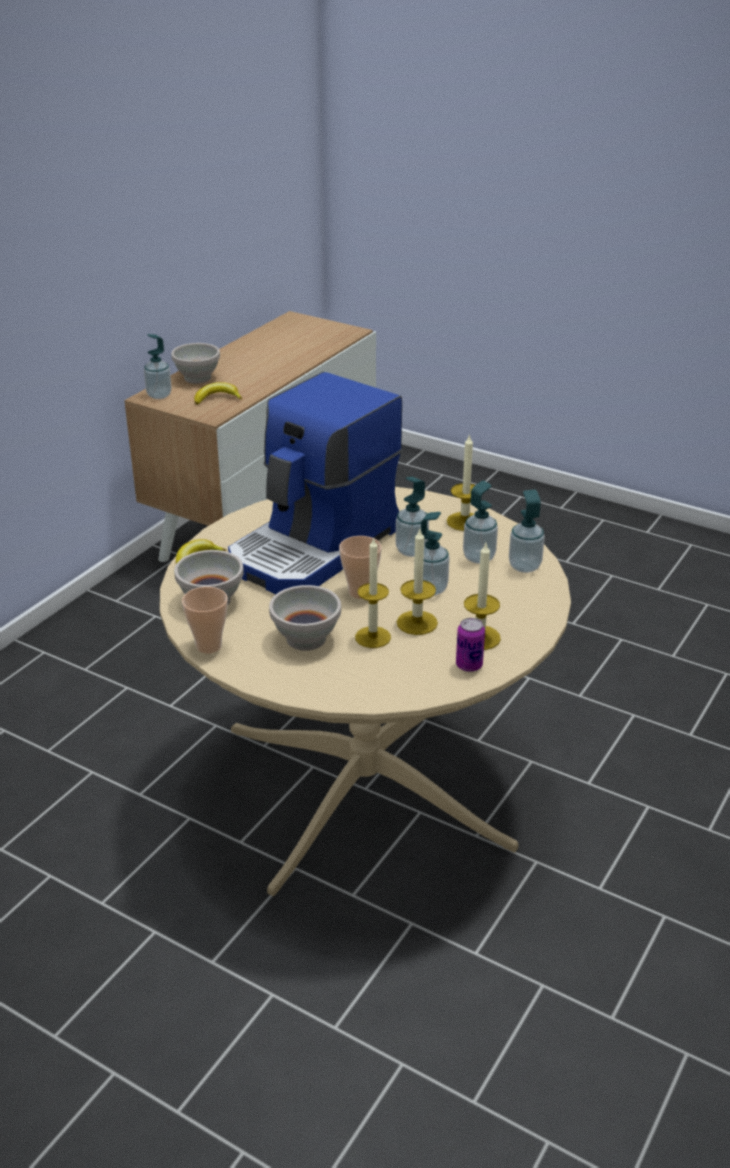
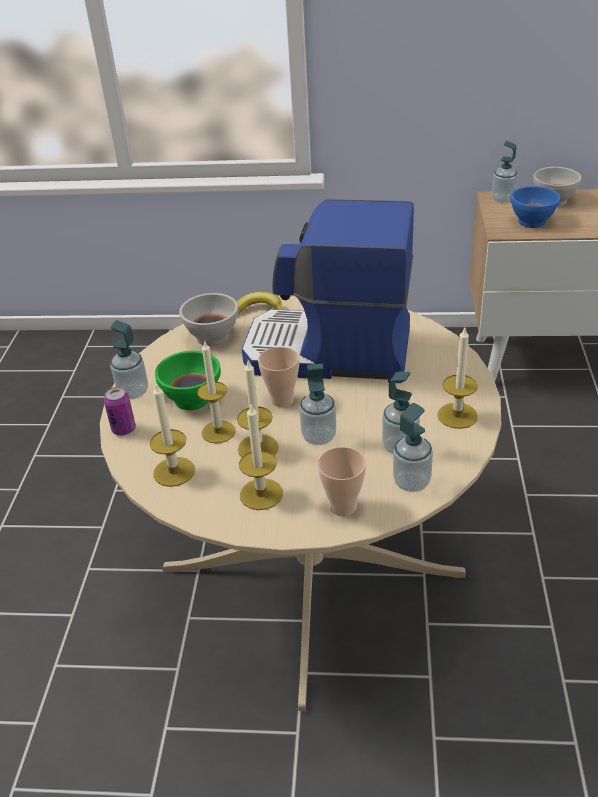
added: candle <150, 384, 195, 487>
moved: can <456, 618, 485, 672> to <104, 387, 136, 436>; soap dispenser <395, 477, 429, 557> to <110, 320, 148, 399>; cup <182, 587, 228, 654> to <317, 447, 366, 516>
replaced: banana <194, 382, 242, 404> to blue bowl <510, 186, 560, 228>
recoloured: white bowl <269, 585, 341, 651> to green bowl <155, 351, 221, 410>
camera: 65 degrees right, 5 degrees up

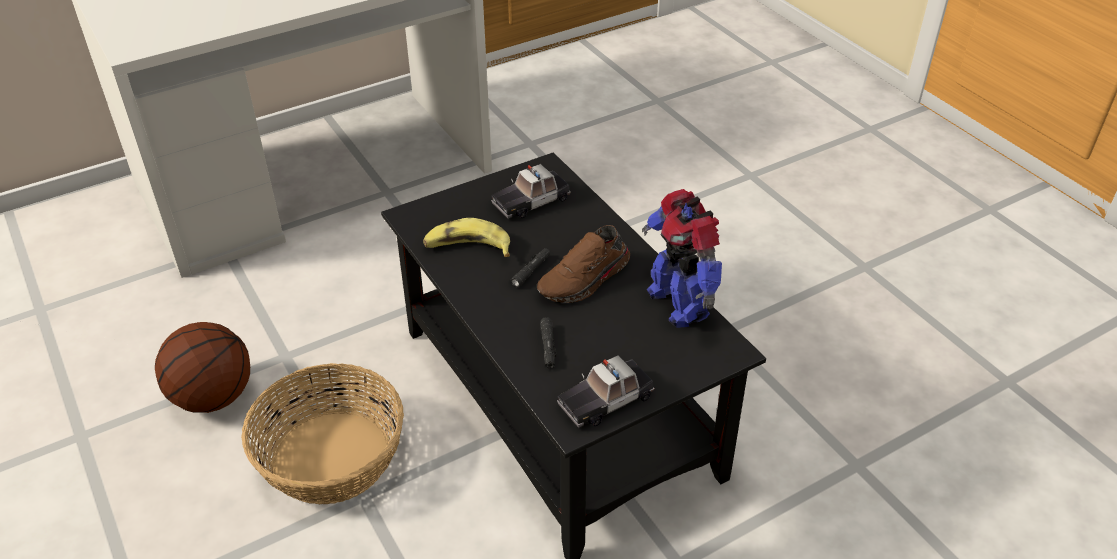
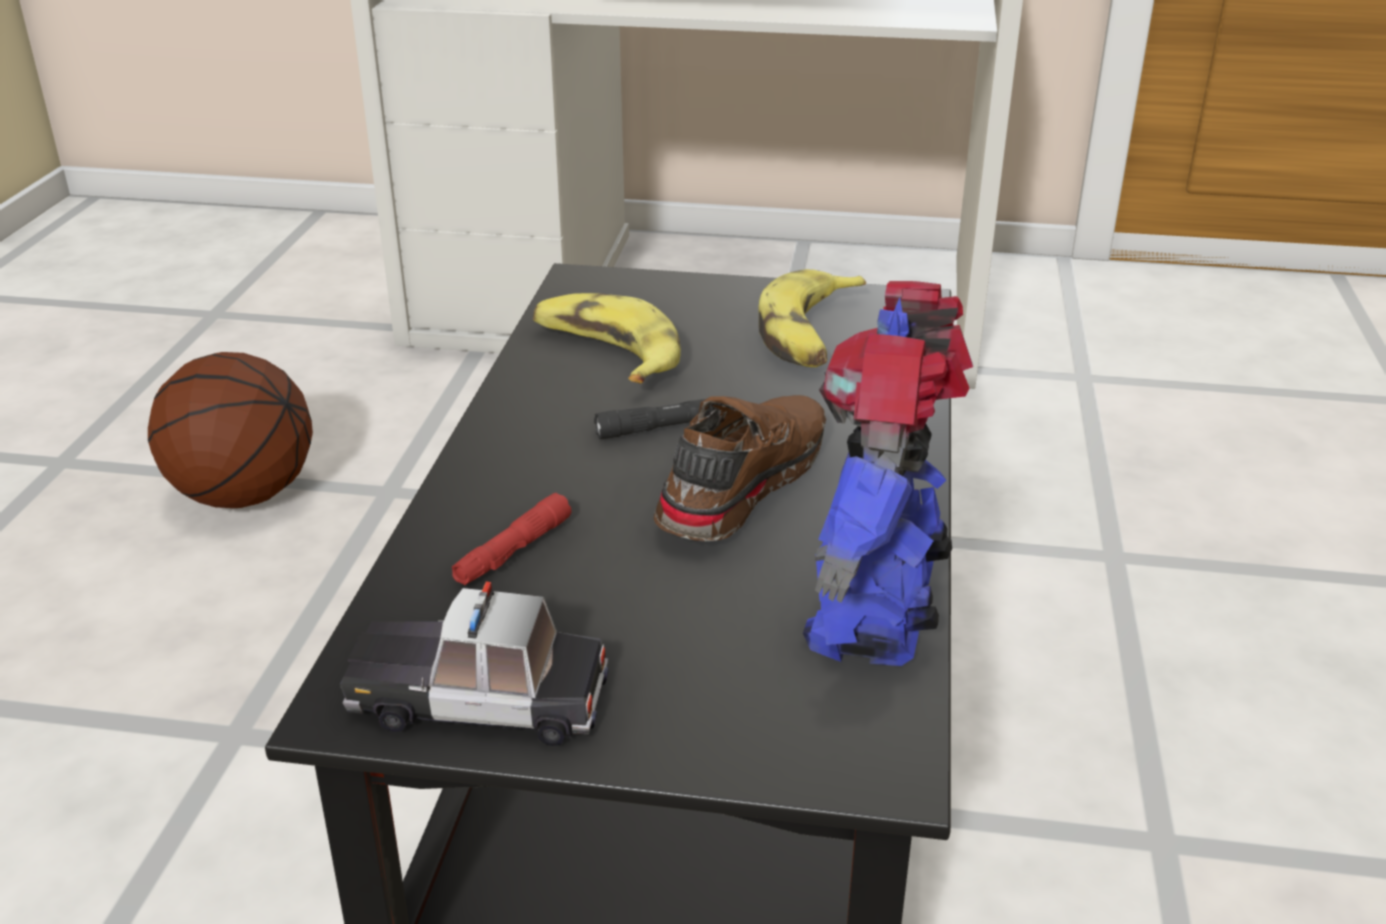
removed: basket <241, 363, 404, 504>
replaced: toy car <491, 164, 571, 219> to banana <759, 269, 866, 367>
recoloured: black flashlight <540, 317, 557, 368> to red flashlight <452, 493, 571, 585>
turned: brown shoe <537, 225, 630, 303> = <654, 395, 826, 541> 120 degrees clockwise
camera: 40 degrees right, 10 degrees down

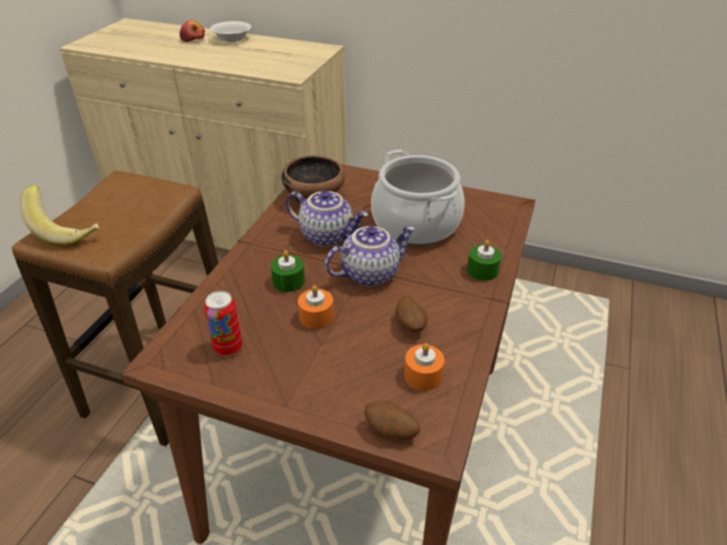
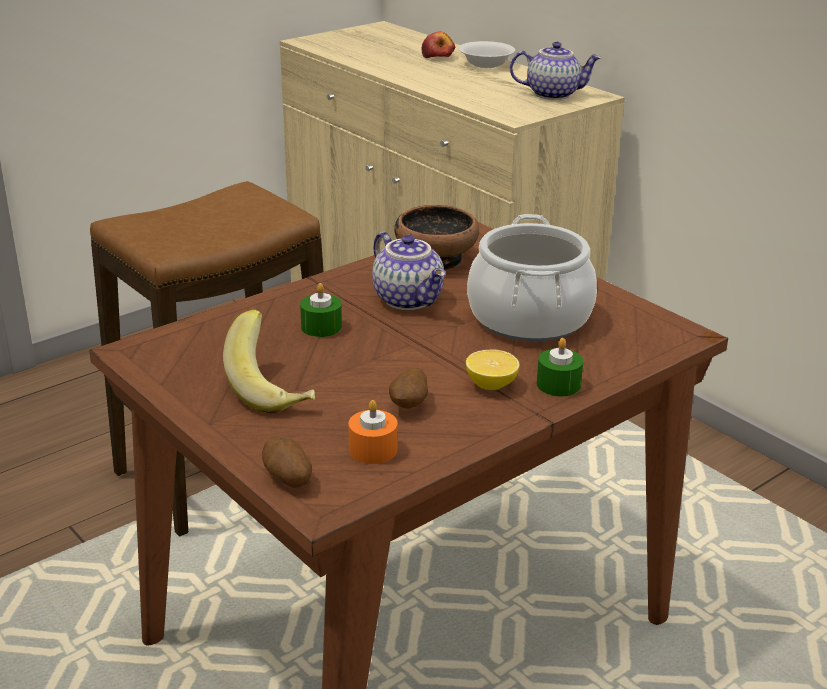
removed: can <204, 291, 242, 356>; orange candle <298, 285, 334, 329>
added: lemon <466, 350, 520, 390>
moved: banana <20, 185, 100, 247> to <223, 310, 315, 413>; teapot <325, 226, 415, 287> to <510, 42, 601, 100>
camera: 30 degrees right, 10 degrees down

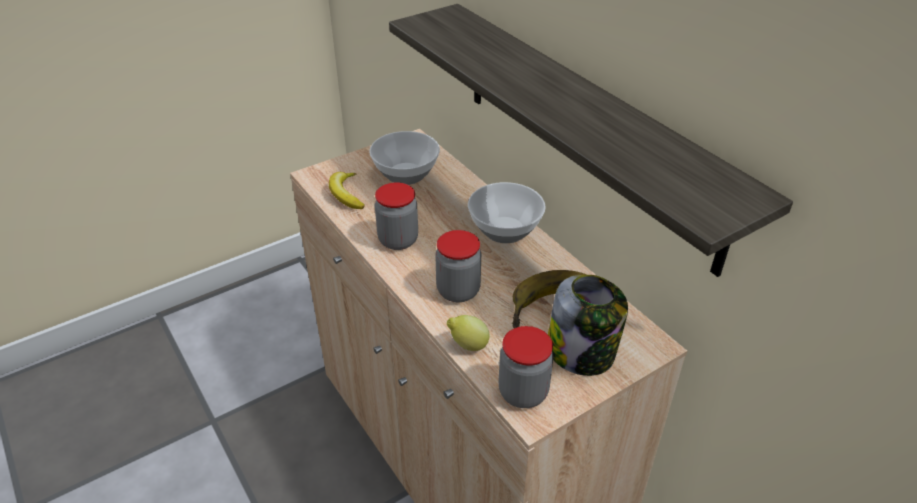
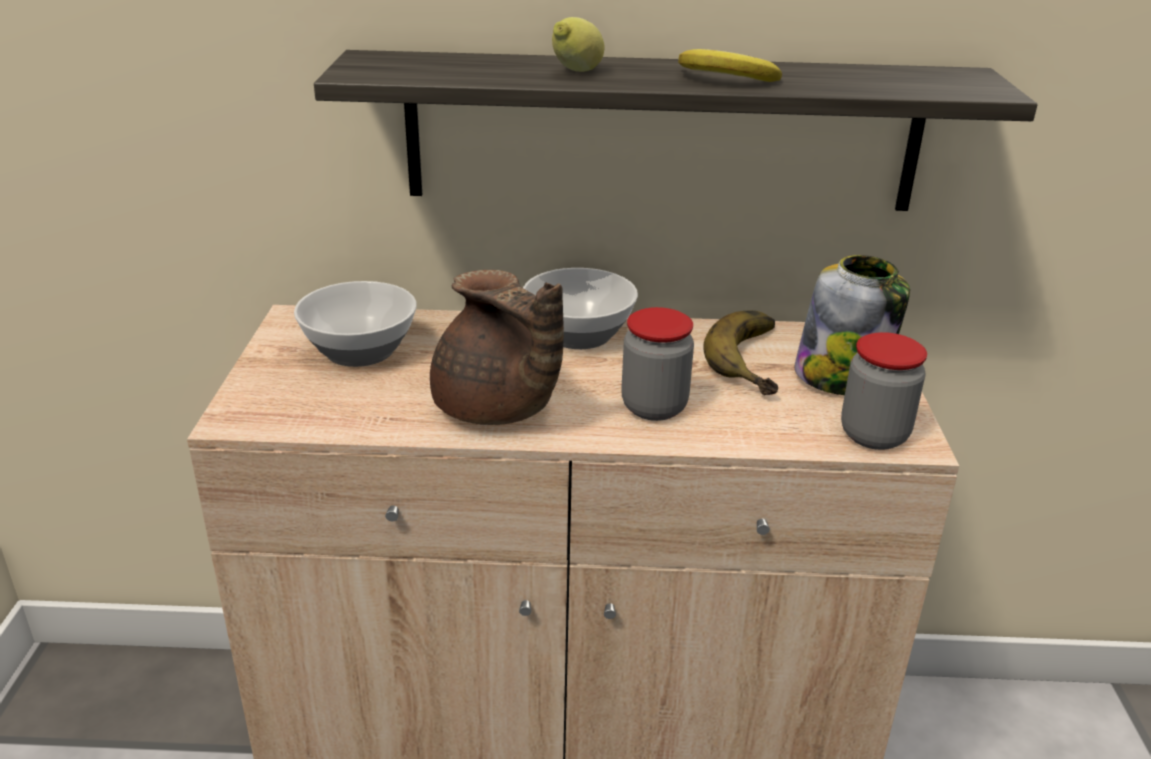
moved: lemon <447, 315, 490, 351> to <552, 17, 605, 72>; banana <329, 172, 364, 209> to <678, 49, 782, 82>
replaced: jar <375, 182, 418, 250> to brown teapot <430, 270, 564, 425>
camera: 55 degrees left, 10 degrees down

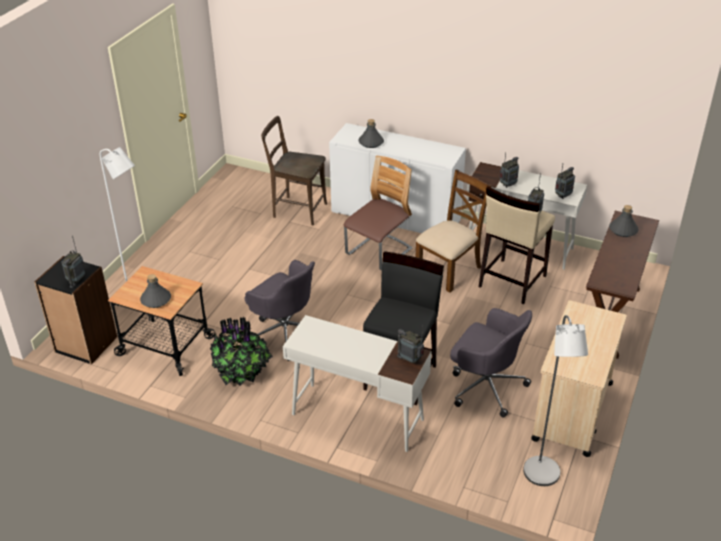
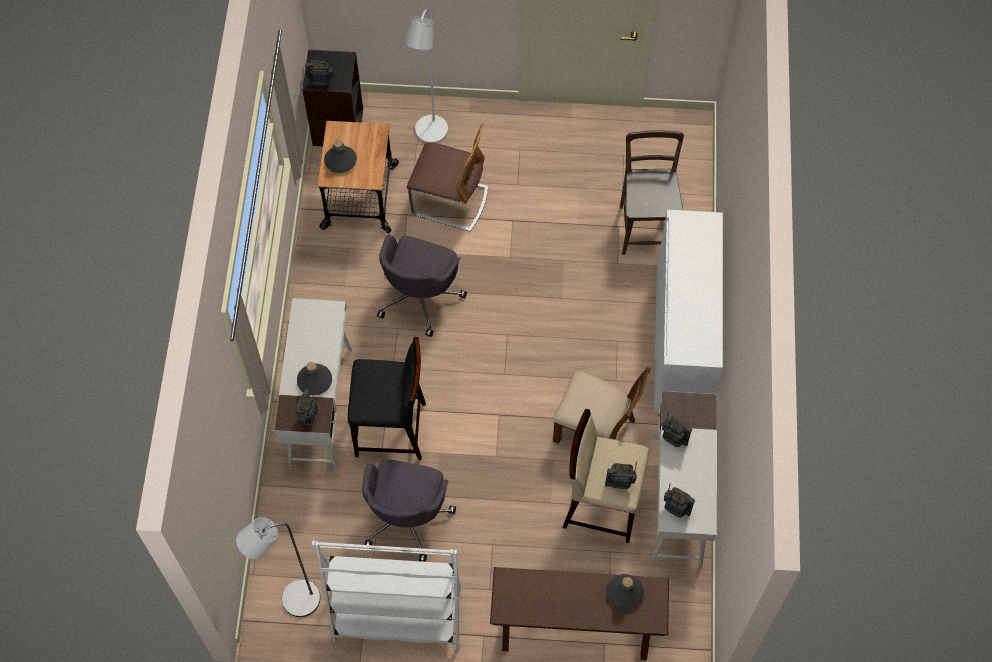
removed: potted plant <210, 317, 273, 386>
moved: grey bottle <358, 119, 384, 148> to <297, 362, 332, 396>; chair <344, 156, 413, 270> to <407, 123, 489, 232>
replaced: beige cart <531, 300, 627, 457> to white bookcase <312, 541, 461, 650>
camera: 70 degrees right, 25 degrees up

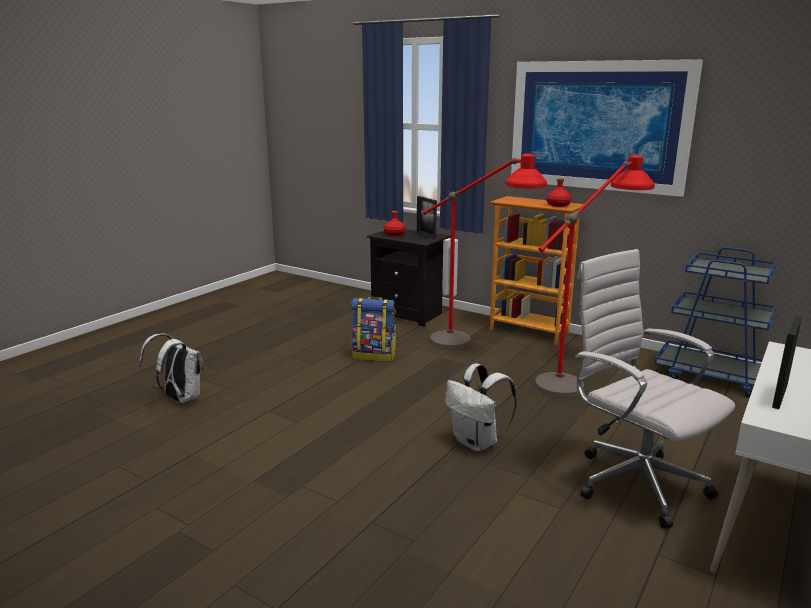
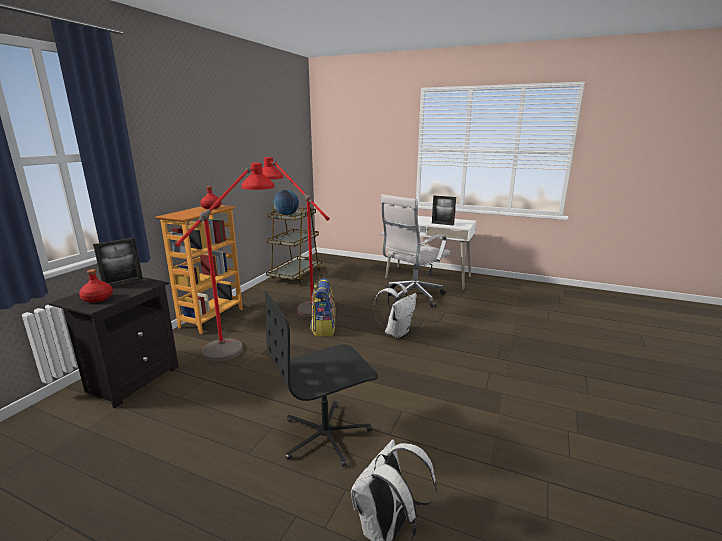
removed: picture <511, 59, 703, 197>
added: black office chair <265, 291, 378, 467>; globe <273, 190, 299, 215>
moved: backpack <351, 297, 396, 361> to <311, 279, 336, 336>
recoloured: blue cart <654, 247, 776, 397> to brown cart <266, 207, 322, 283>
camera: 100 degrees left, 0 degrees up

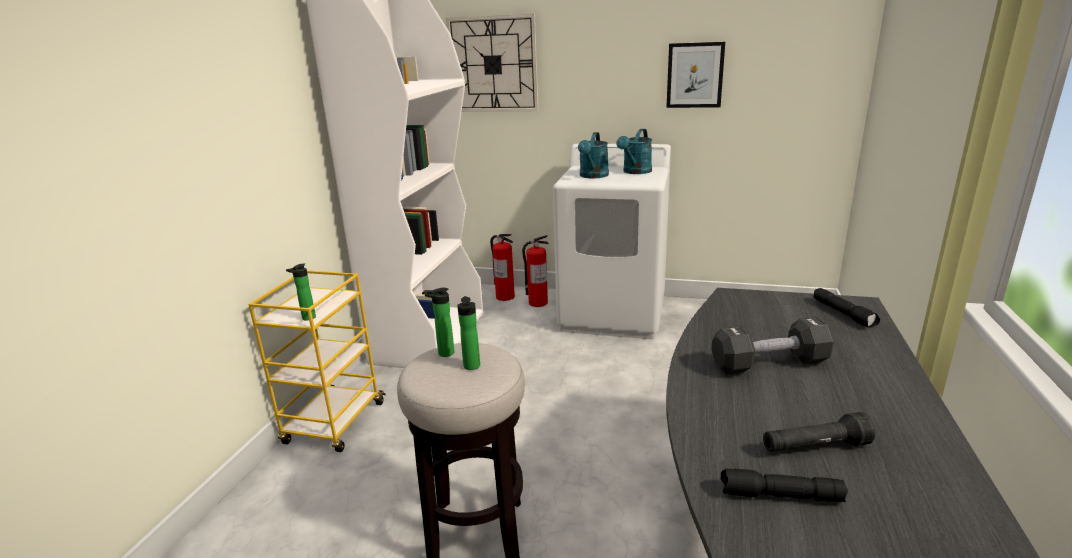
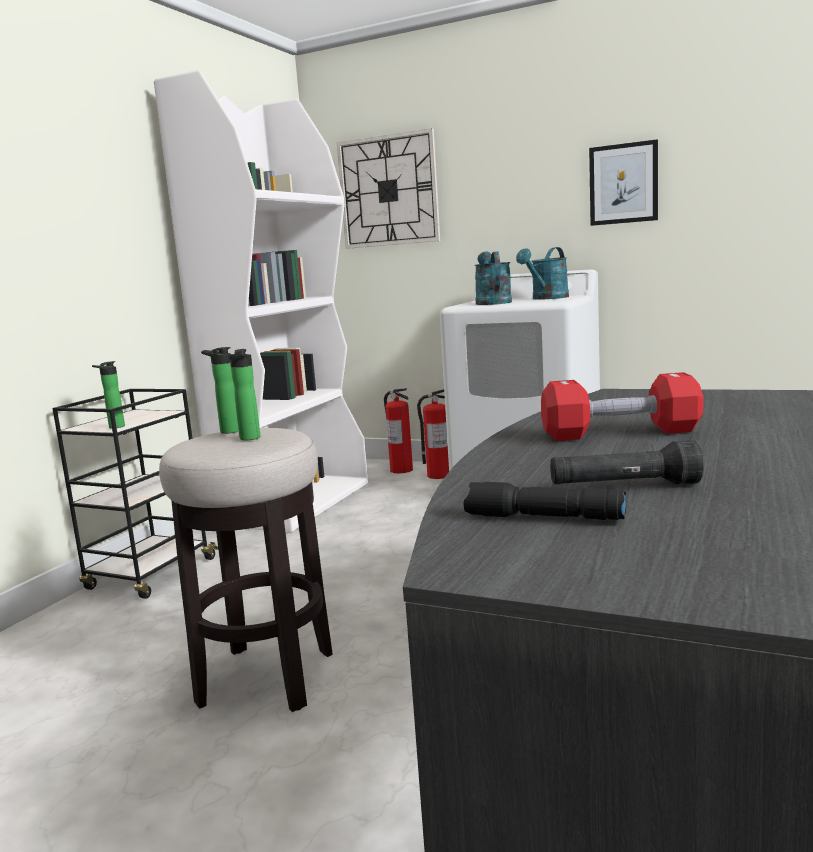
removed: black flashlight <814, 288, 880, 328>
recoloured: yellow cart <248, 270, 386, 452> to black cart <52, 389, 218, 599>; black dumbbell <711, 317, 834, 374> to red dumbbell <541, 372, 704, 441>
turned: turquoise watering can <578, 132, 609, 178> = <475, 251, 512, 305> 150 degrees clockwise
camera: 10 degrees right, 10 degrees down

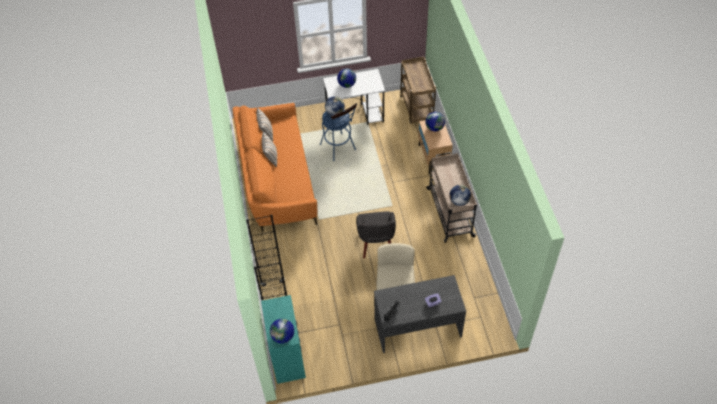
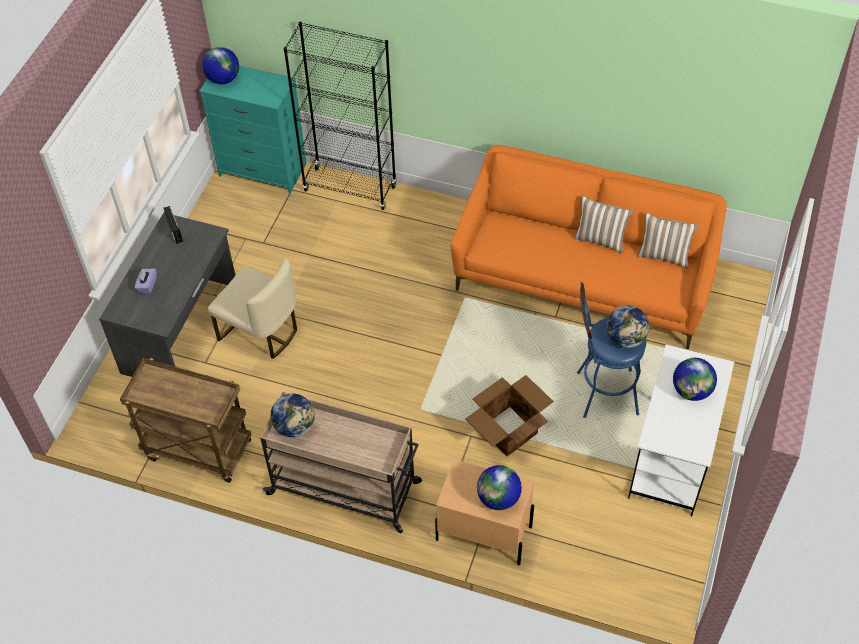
removed: grey armchair <356, 211, 396, 258>
added: cardboard box <465, 375, 554, 456>
moved: brown cart <400, 57, 436, 124> to <120, 358, 252, 483>
camera: 120 degrees right, 0 degrees up

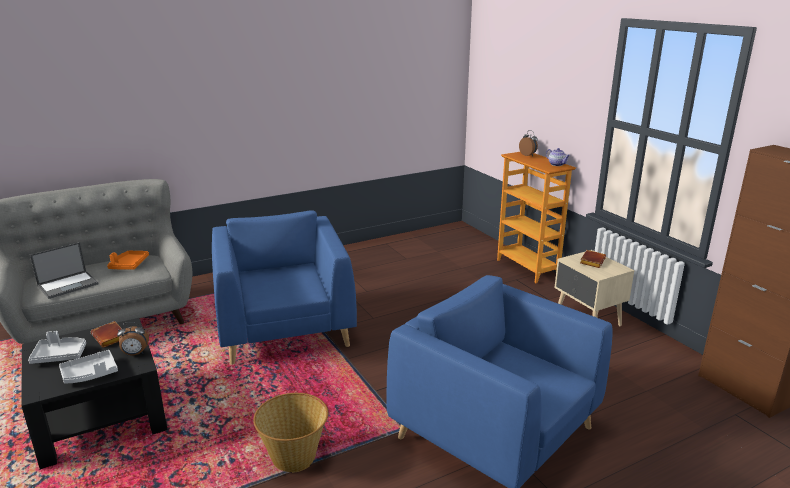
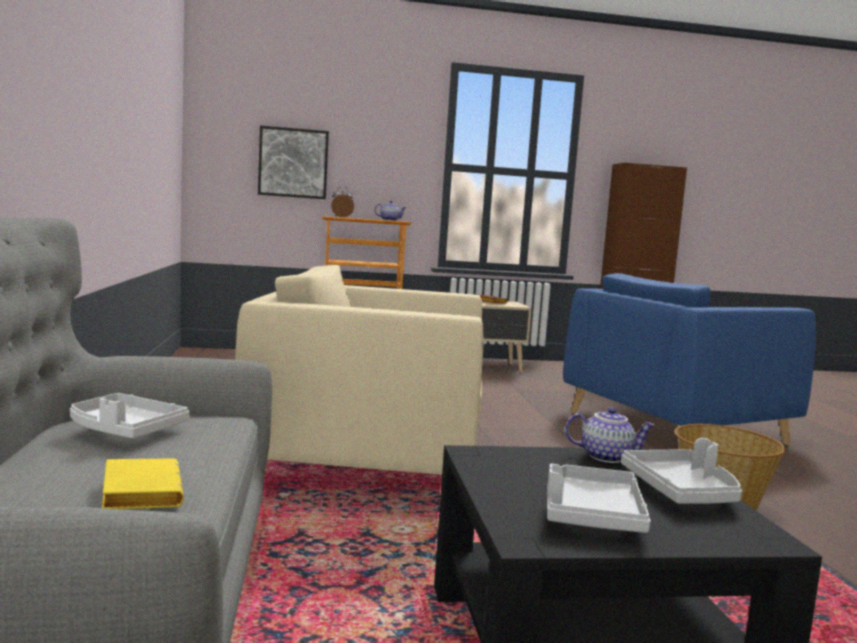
removed: brown book <91, 321, 122, 348>
added: picture <258, 126, 329, 199>
replaced: laptop <30, 242, 99, 299> to yellow book <102, 458, 184, 509>; alarm clock <117, 322, 149, 356> to teapot <565, 407, 656, 463>
recoloured: orange tray <107, 251, 149, 270> to white tray <70, 393, 189, 438>; blue armchair <212, 210, 357, 365> to beige armchair <235, 265, 484, 475>
camera: 70 degrees left, 15 degrees down

